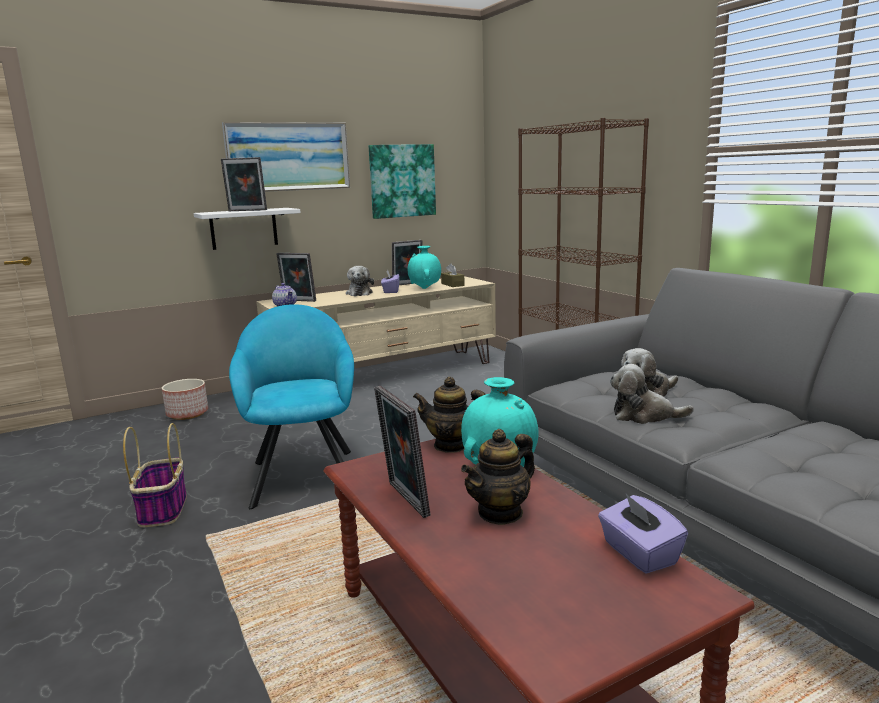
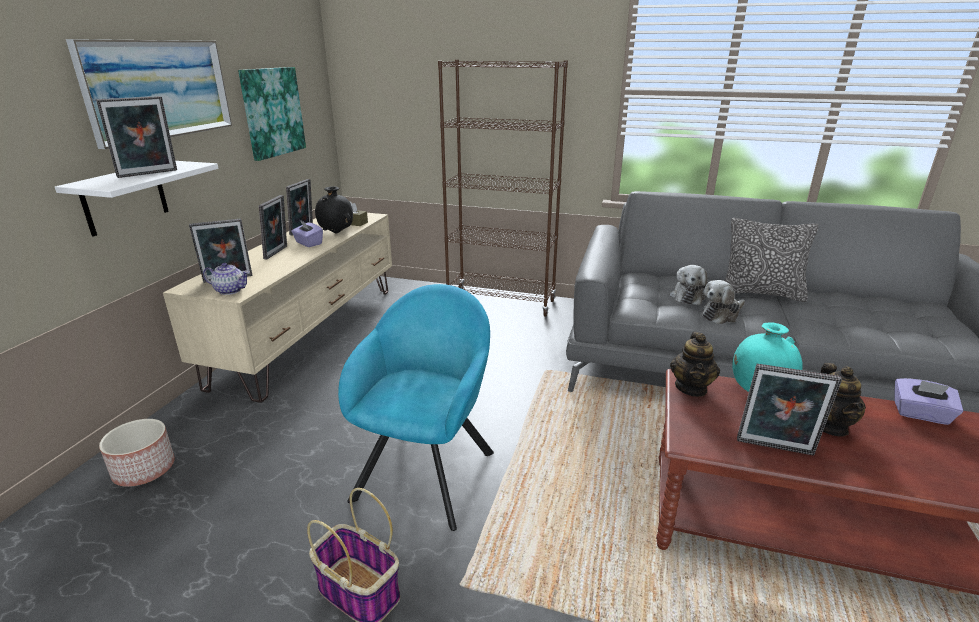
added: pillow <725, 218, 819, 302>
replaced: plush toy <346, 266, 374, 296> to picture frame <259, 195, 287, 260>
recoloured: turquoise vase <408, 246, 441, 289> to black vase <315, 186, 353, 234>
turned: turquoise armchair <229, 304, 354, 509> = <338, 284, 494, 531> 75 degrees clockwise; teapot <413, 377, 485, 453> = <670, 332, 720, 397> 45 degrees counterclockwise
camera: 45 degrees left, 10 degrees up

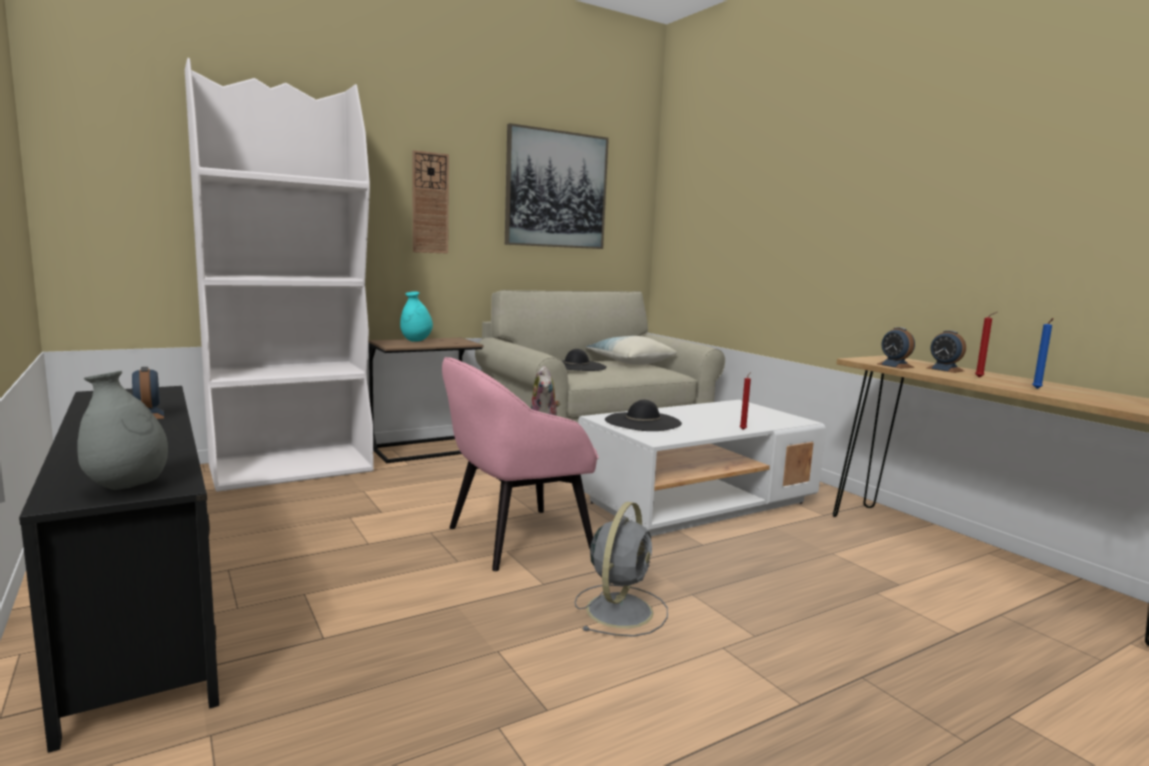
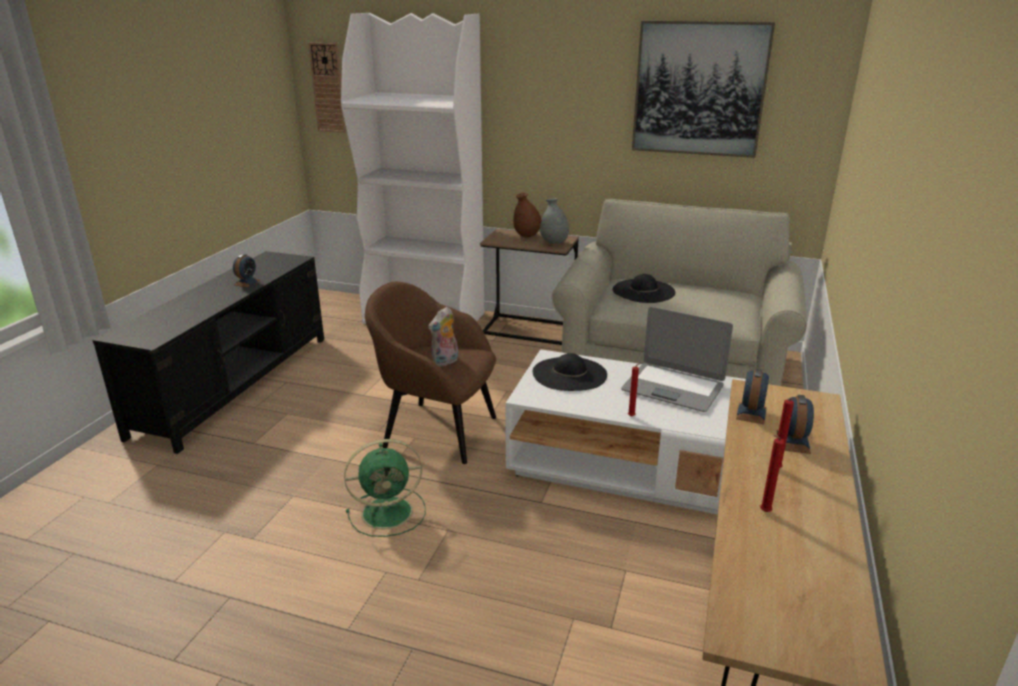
removed: pillow <586, 336, 677, 365>
added: laptop <621, 307, 733, 412>
moved: wall clock <412, 150, 449, 254> to <308, 43, 346, 133>; grey vase <77, 371, 168, 490> to <540, 198, 569, 244>
recoloured: grey fan <575, 502, 668, 637> to green fan <344, 439, 426, 537>; pink armchair <442, 357, 598, 571> to brown armchair <365, 281, 496, 464>; turquoise vase <400, 291, 433, 342> to brown vase <513, 193, 542, 237>; blue candle <1032, 318, 1054, 389> to red candle <760, 435, 784, 512>
camera: 50 degrees right, 15 degrees up

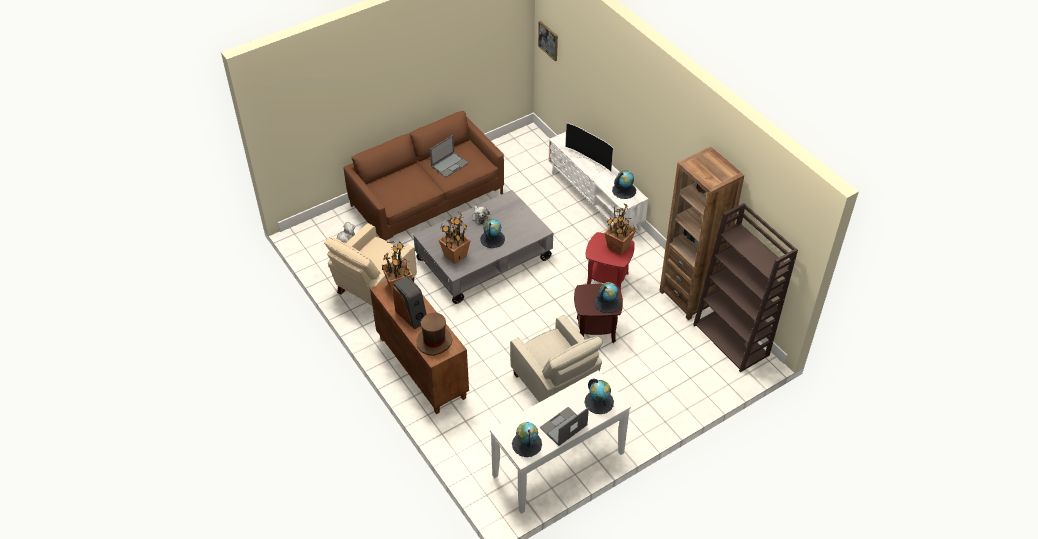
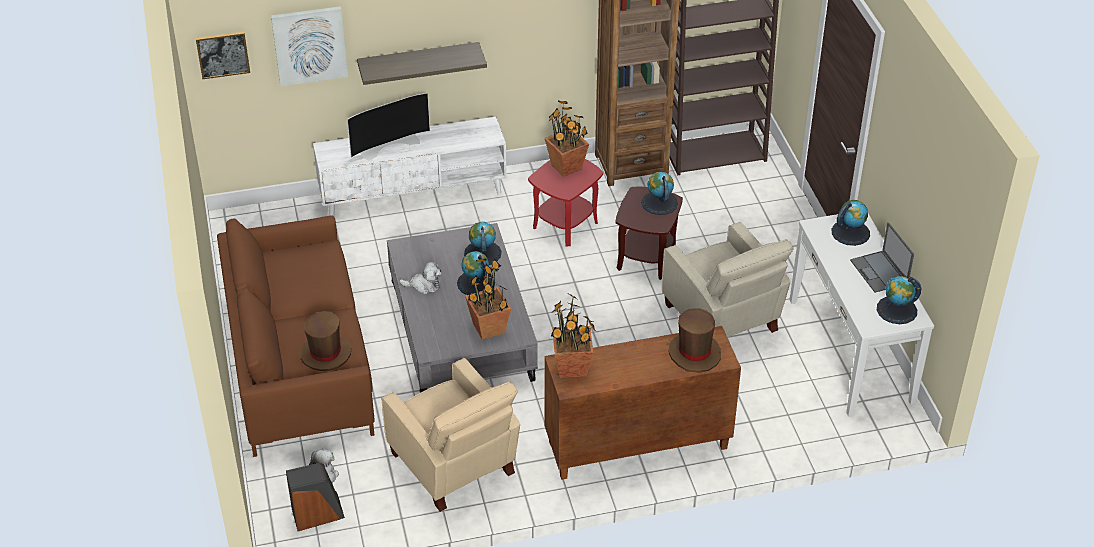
removed: laptop <430, 135, 469, 177>
added: picture <271, 6, 348, 86>; brown hat <300, 311, 351, 371>; shelf <357, 42, 487, 85>
moved: speaker <392, 275, 427, 329> to <286, 463, 345, 531>; globe <612, 170, 636, 199> to <464, 222, 501, 265>
turned: beige armchair <510, 315, 603, 402> = <662, 222, 794, 338> 75 degrees clockwise
camera: 70 degrees left, 5 degrees down

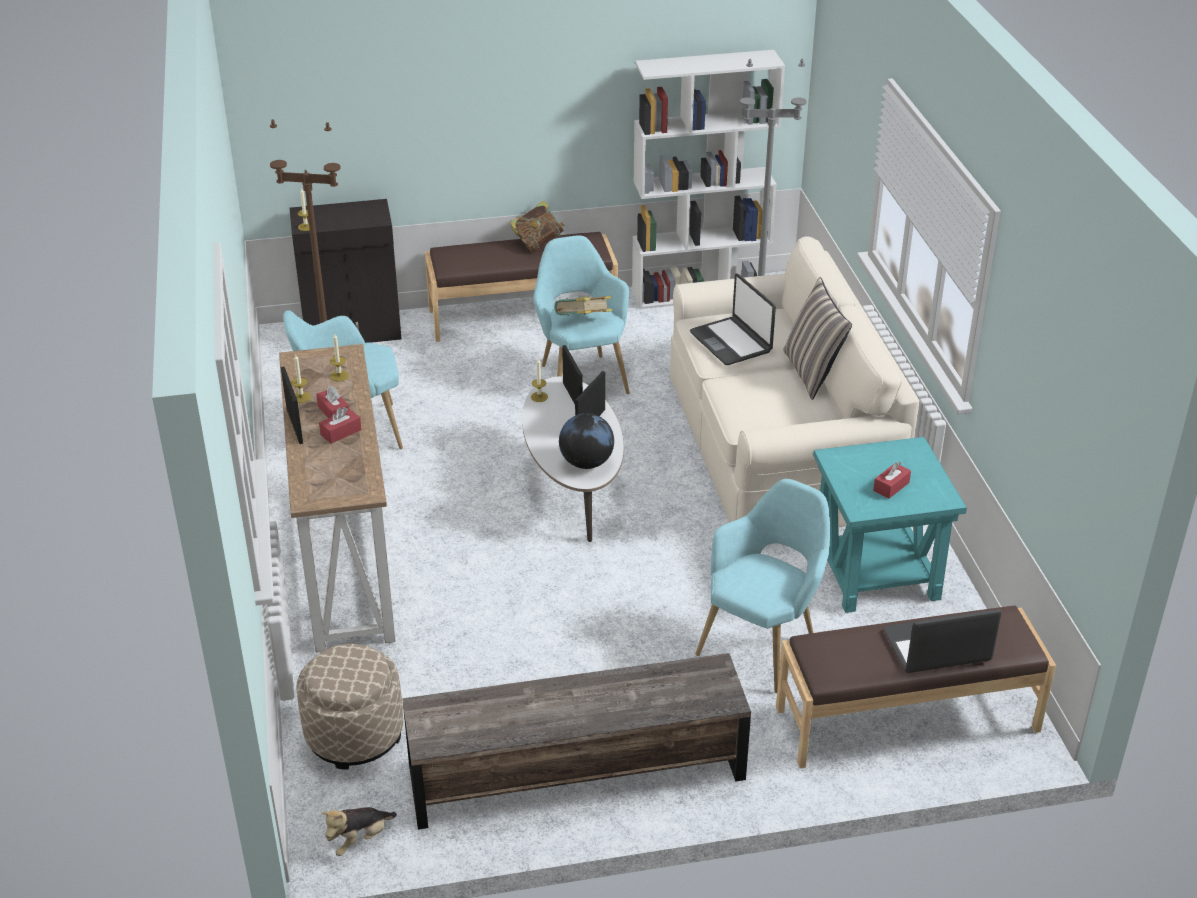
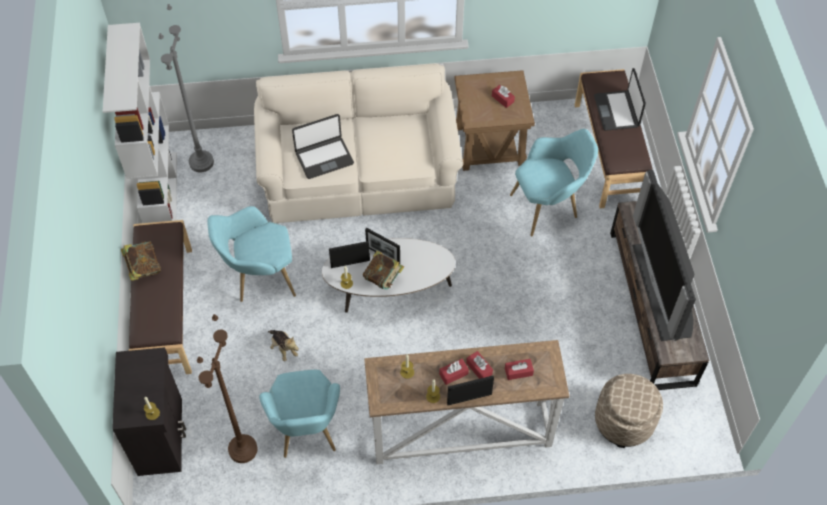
removed: globe <559, 413, 614, 469>; pillow <783, 277, 852, 400>
added: red tissue box <505, 359, 534, 380>; television <632, 169, 696, 341>
moved: plush toy <322, 807, 397, 856> to <268, 330, 299, 361>; book <554, 296, 612, 316> to <363, 250, 404, 290>
recoloured: turquoise side table <813, 437, 967, 613> to brown side table <454, 70, 535, 171>
turned: turquoise armchair <695, 479, 830, 693> = <510, 129, 598, 236> 120 degrees clockwise
camera: 85 degrees left, 20 degrees up

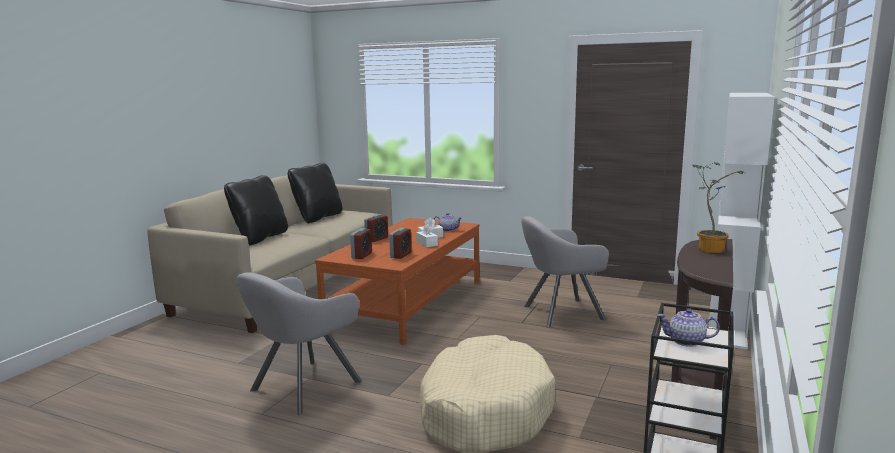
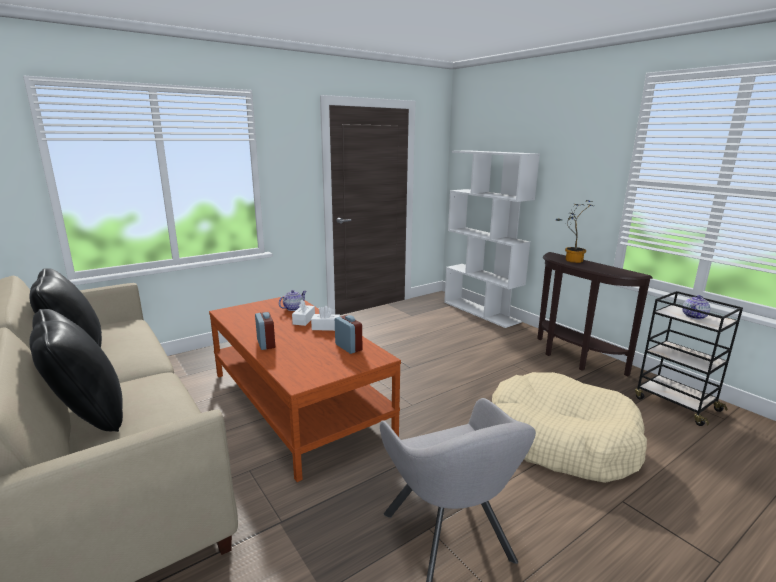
removed: alarm clock <350, 228, 372, 259>; grey armchair <521, 216, 609, 328>
camera: 60 degrees left, 5 degrees up

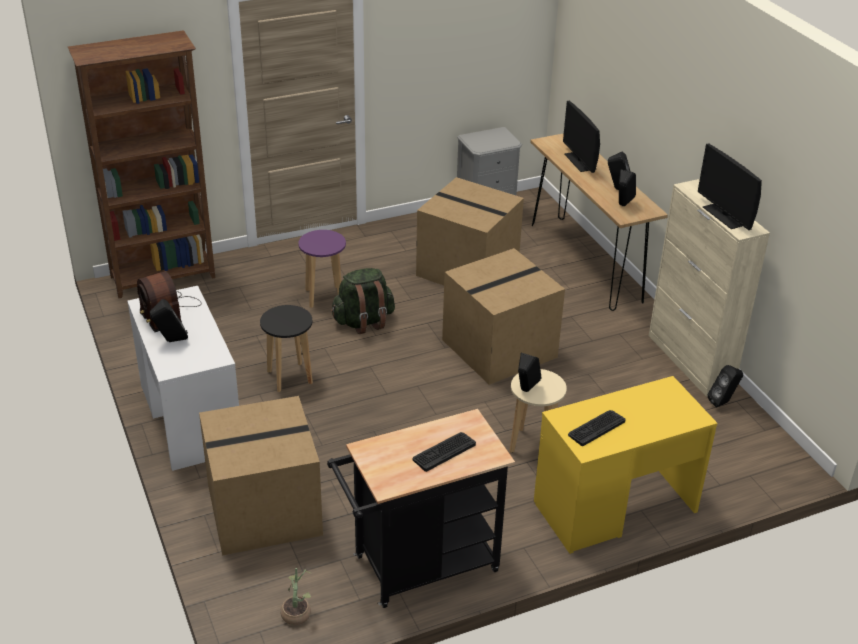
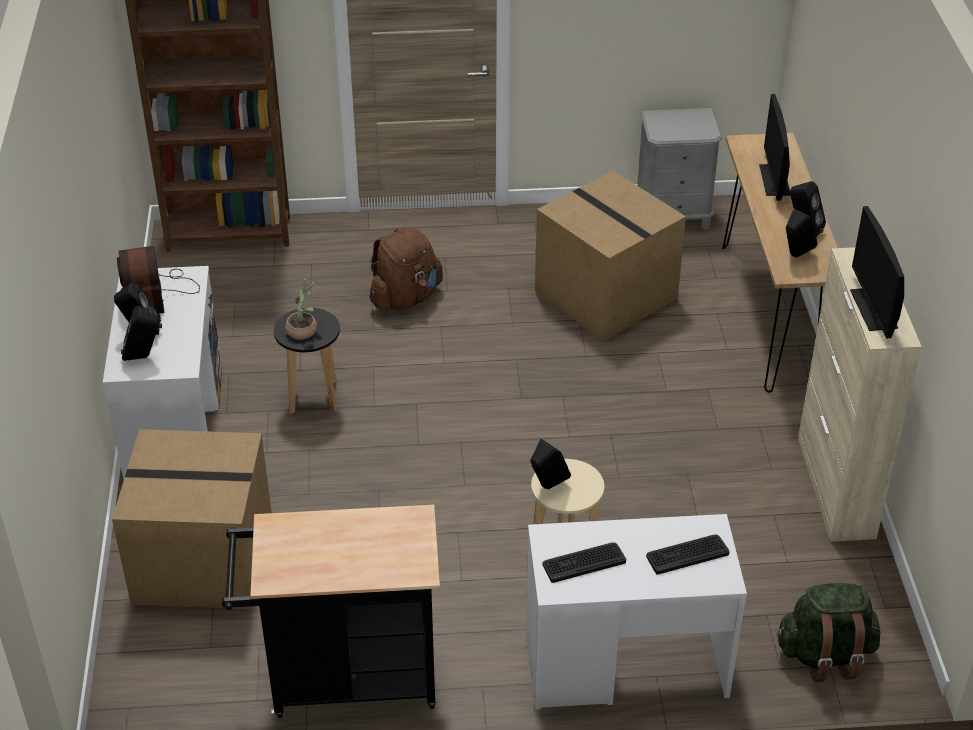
removed: cardboard box <442, 248, 565, 385>
moved: black speaker <708, 365, 743, 408> to <121, 306, 159, 361>; potted plant <280, 568, 311, 625> to <285, 279, 319, 340>; keyboard <412, 432, 476, 472> to <646, 534, 730, 575>; green backpack <331, 268, 395, 334> to <776, 583, 881, 682>
replaced: purple stool <298, 230, 346, 308> to brown backpack <370, 227, 443, 311>
recoloured: yellow desk <534, 376, 718, 554> to white desk <526, 514, 747, 710>
camera: 20 degrees right, 5 degrees up

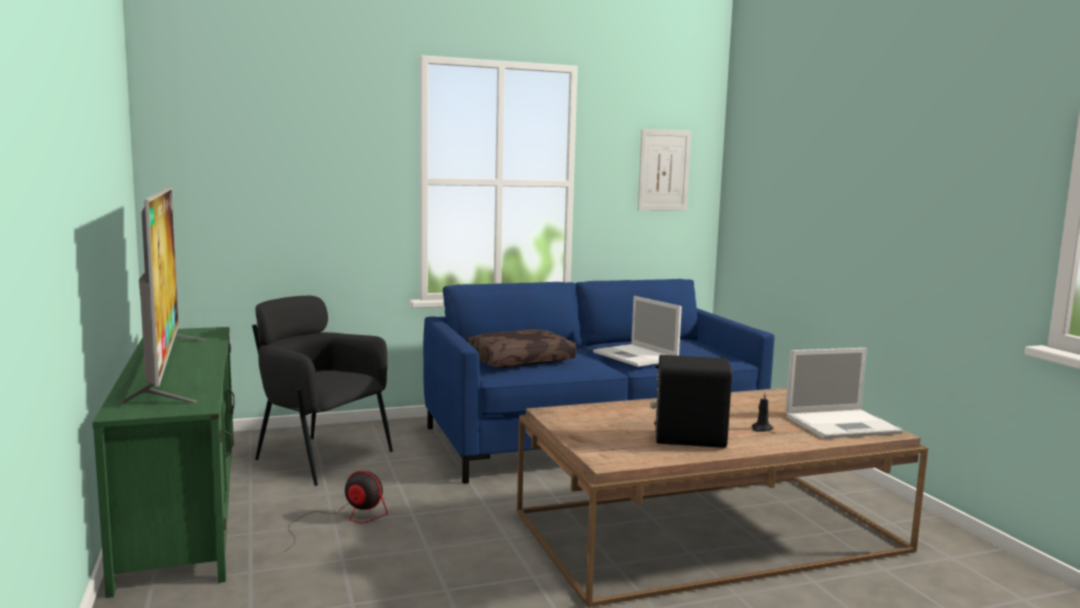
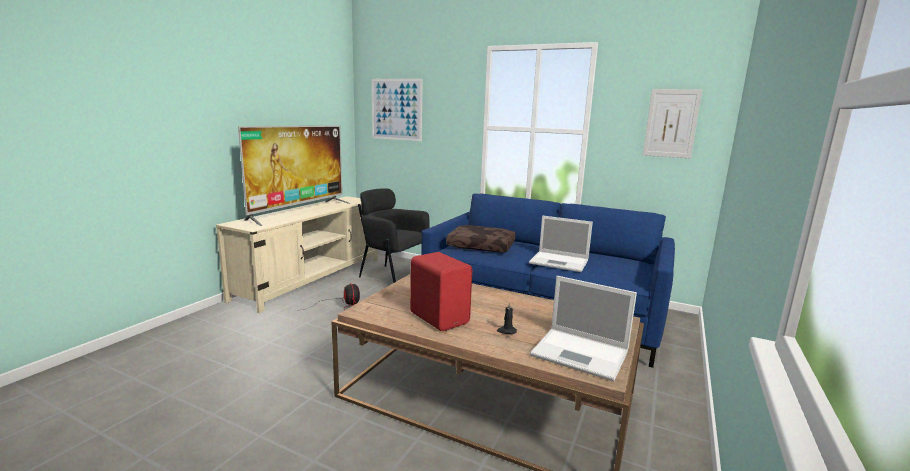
added: picture <372, 79, 423, 141>
recoloured: green tv stand <93, 327, 235, 598> to beige tv stand <216, 196, 378, 313>; black speaker <650, 355, 732, 448> to red speaker <410, 252, 472, 331>
turned: black armchair <252, 296, 393, 486> = <358, 188, 430, 283> 45 degrees counterclockwise; laptop <593, 296, 682, 367> = <529, 216, 593, 272> 75 degrees counterclockwise
camera: 45 degrees right, 5 degrees up

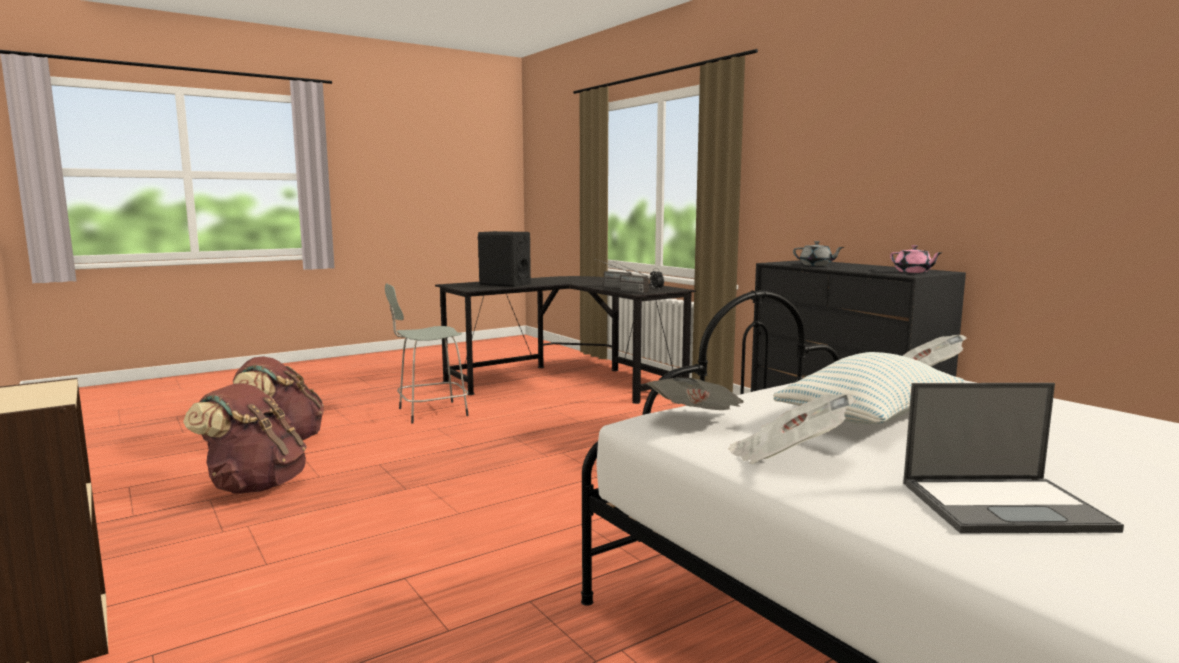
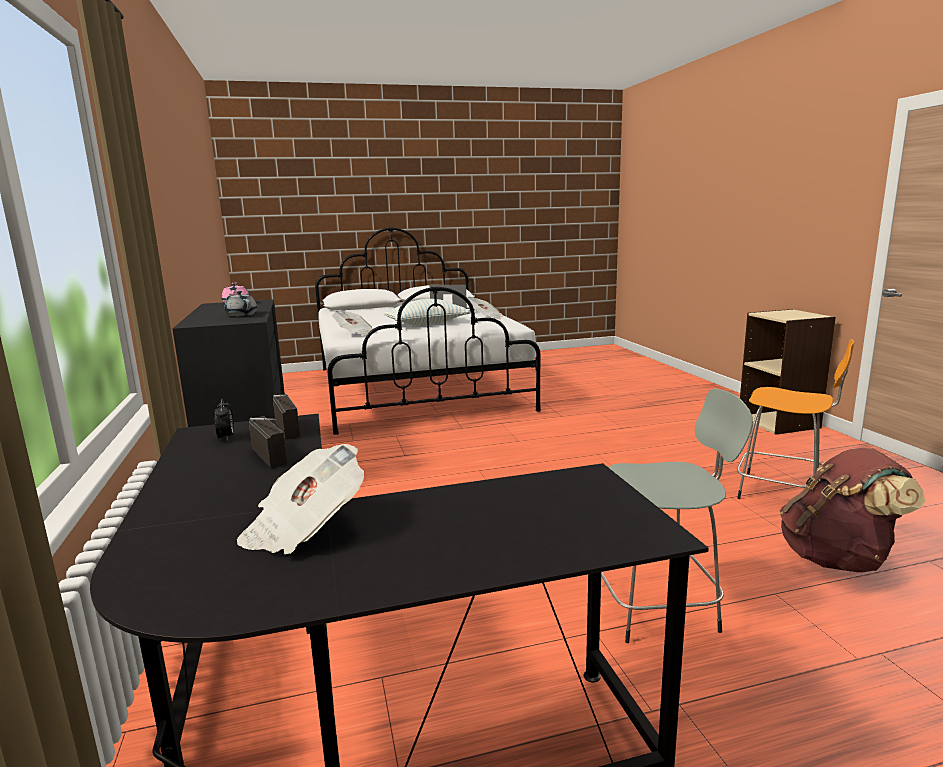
removed: black speaker <477, 231, 531, 287>
moved: newspaper <646, 378, 744, 410> to <237, 444, 364, 555>
replaced: brown backpack <183, 383, 307, 494> to orange stool <737, 339, 854, 499>
camera: 160 degrees left, 5 degrees up

